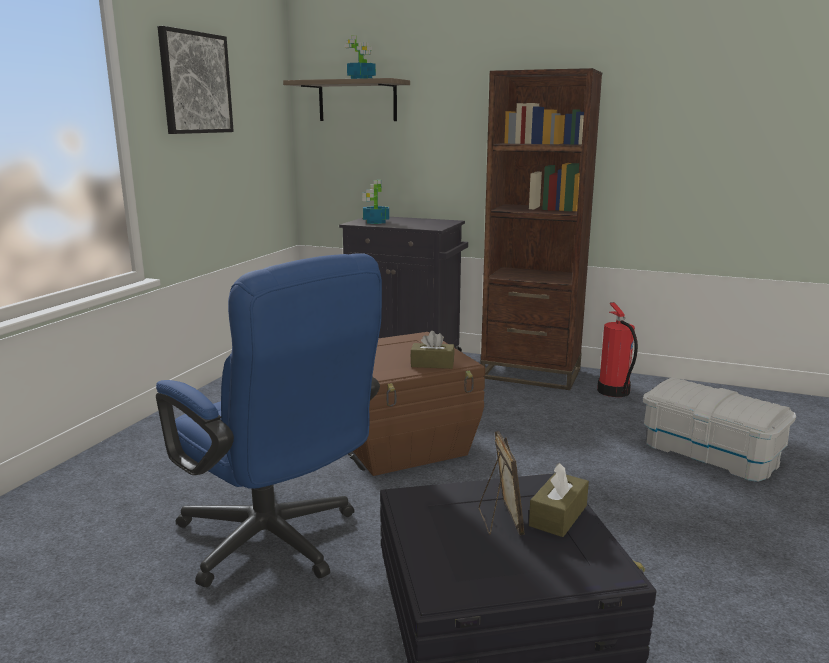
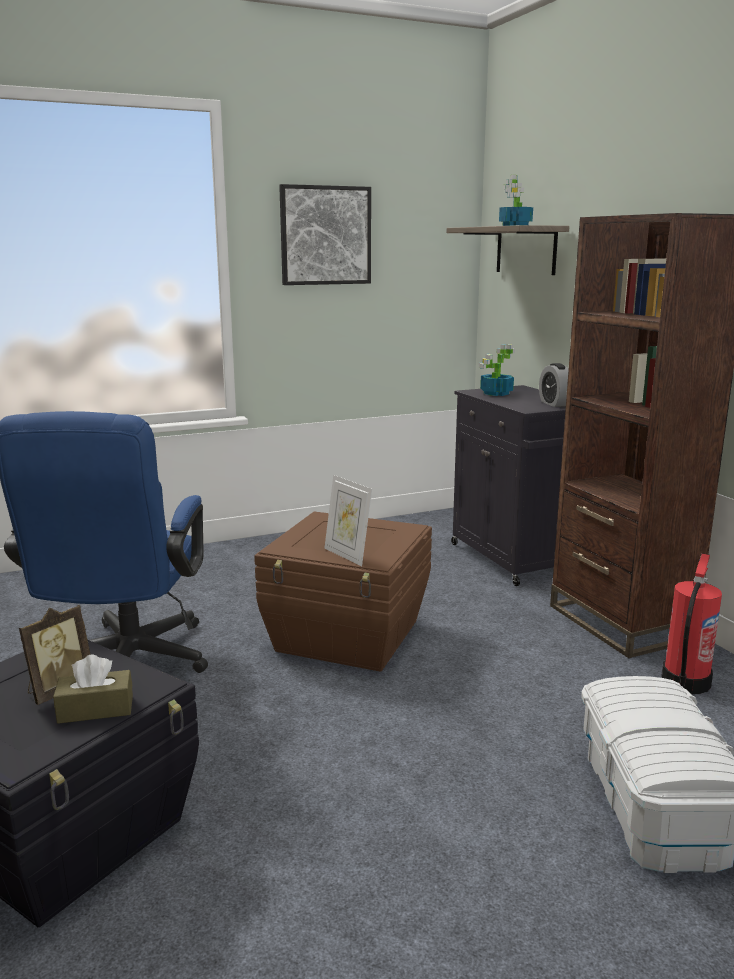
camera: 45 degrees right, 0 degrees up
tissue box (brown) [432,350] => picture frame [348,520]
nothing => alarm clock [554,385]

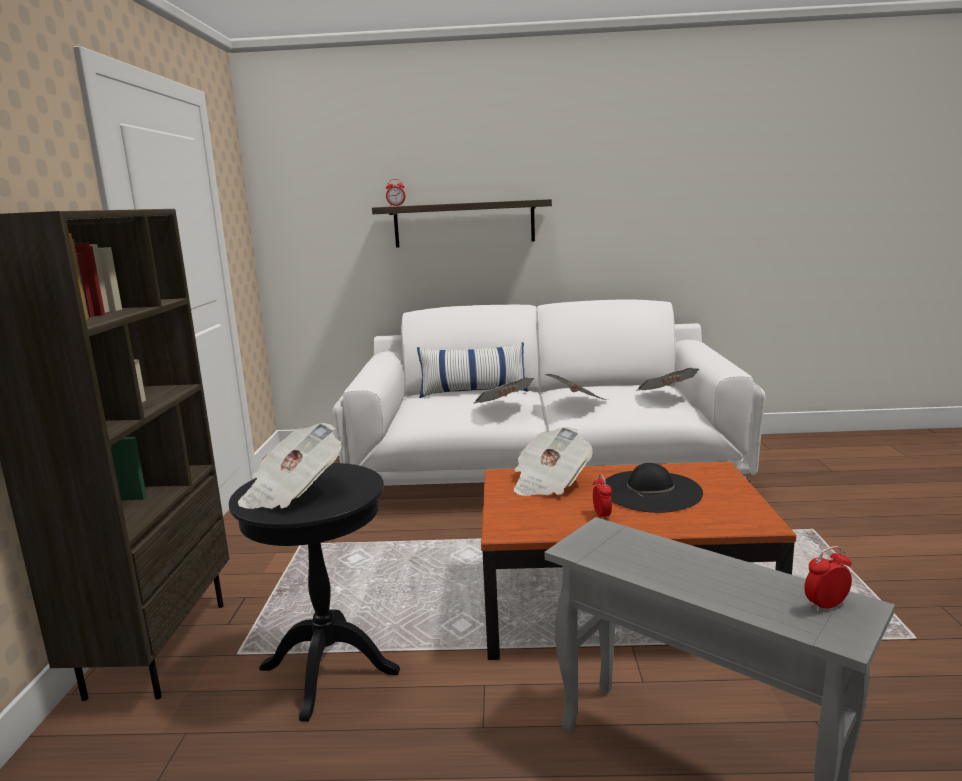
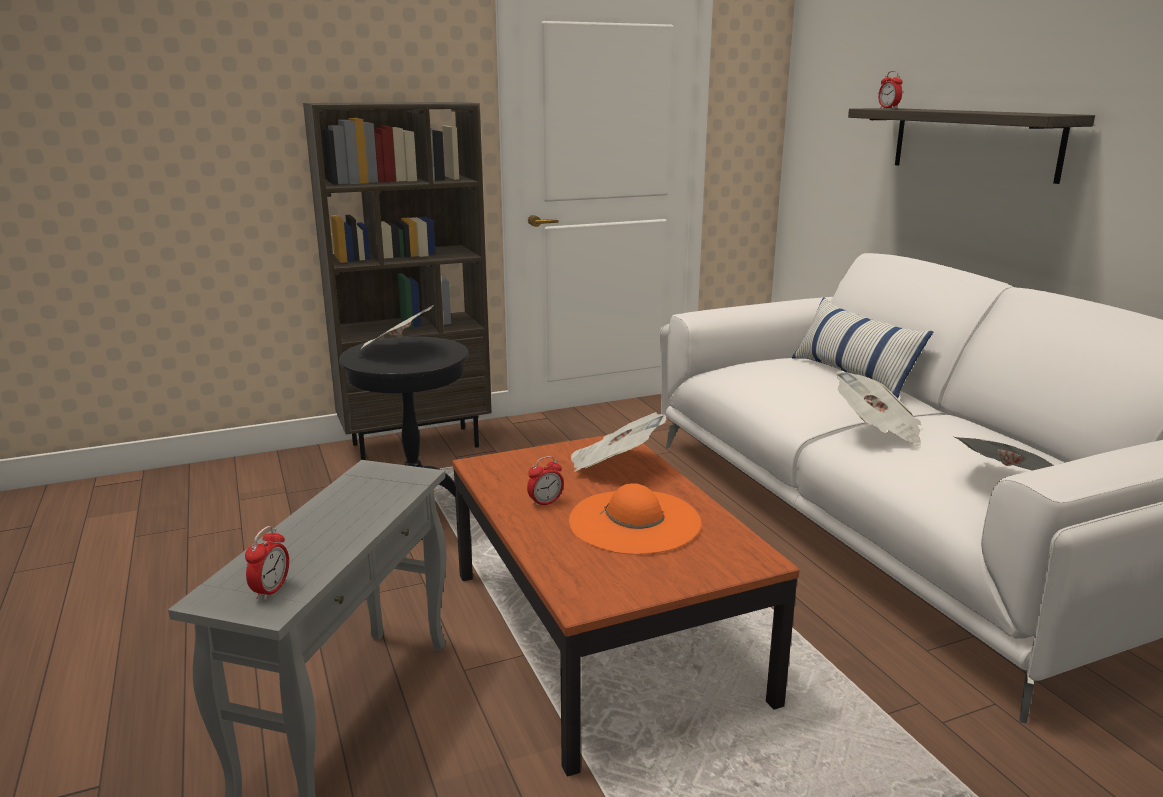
camera: 65 degrees right, 5 degrees up
alarm clock [828,579] => alarm clock [267,563], 60 degrees clockwise
hat (black) [651,488] => hat (orange) [635,518]
newspaper [504,390] => nothing

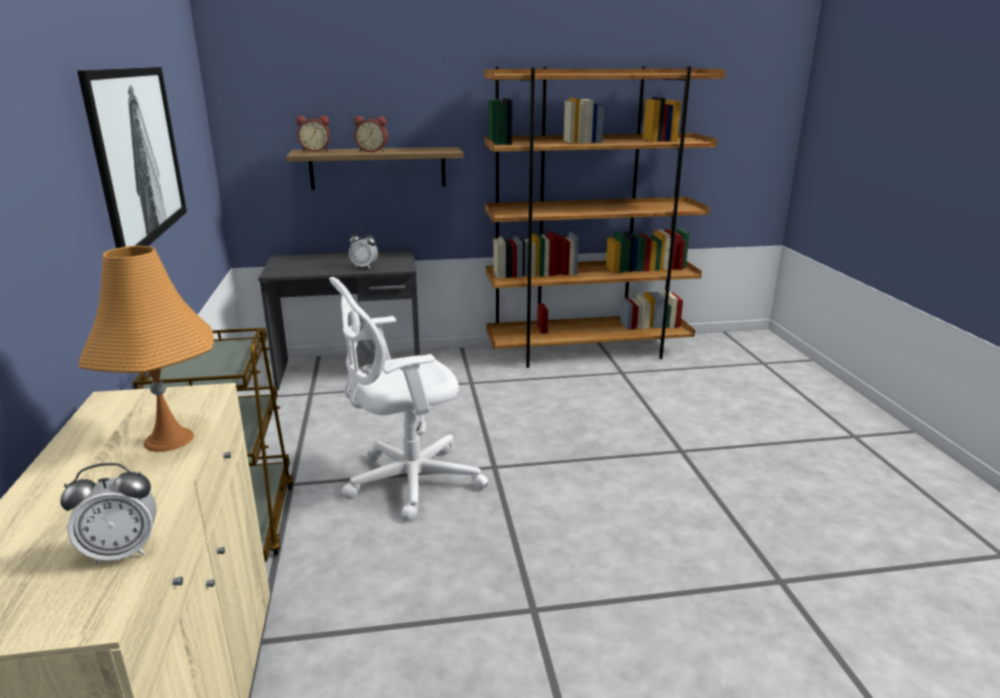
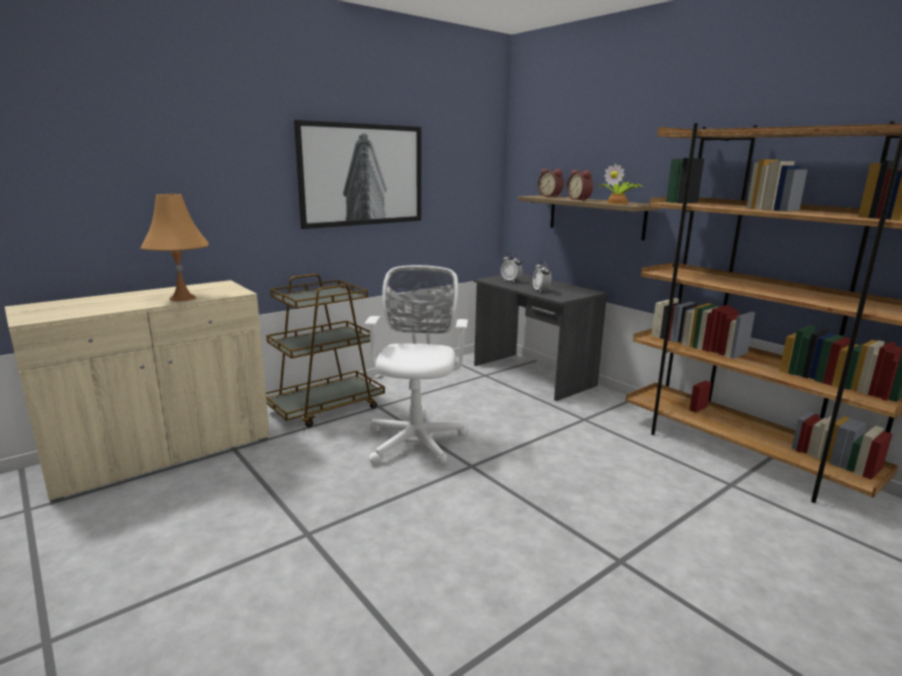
camera: 60 degrees right, 5 degrees down
office chair (white) [408,398] => office chair (white) [416,365], 60 degrees clockwise
alarm clock [108,514] => alarm clock [512,267], move
nothing => potted plant [620,183]

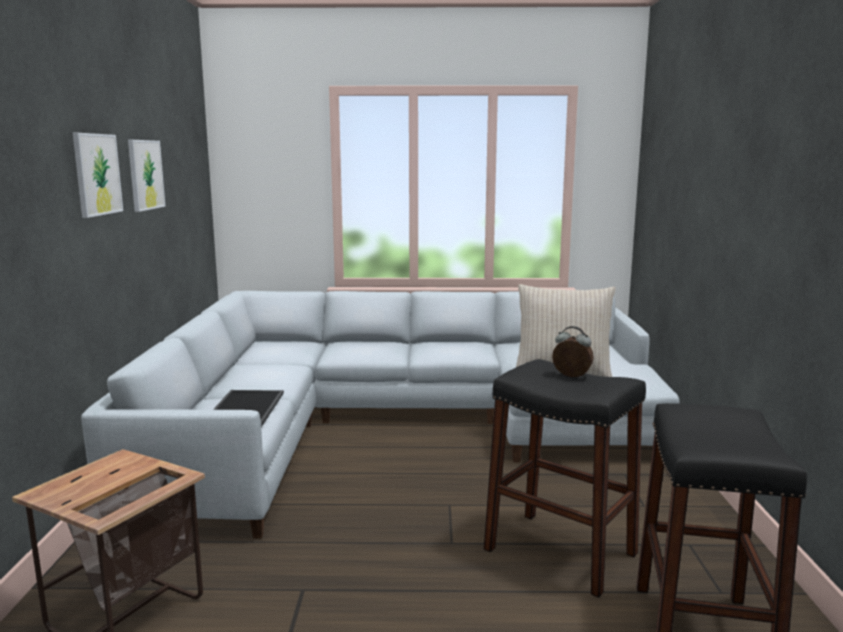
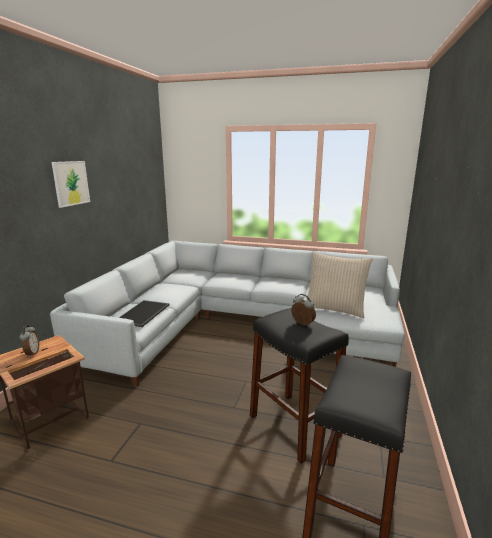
camera: 15 degrees right, 5 degrees up
nothing => alarm clock [29,341]
picture [147,176] => nothing

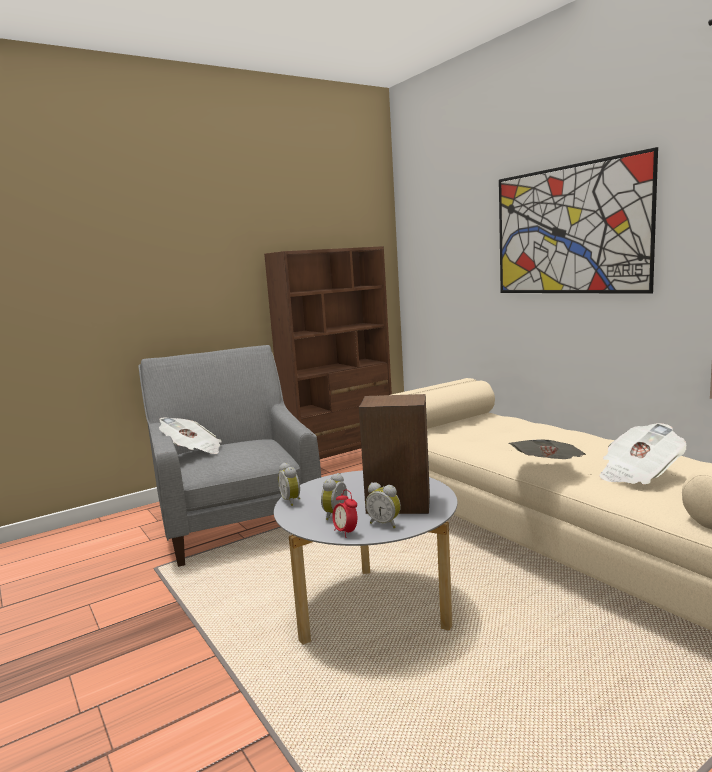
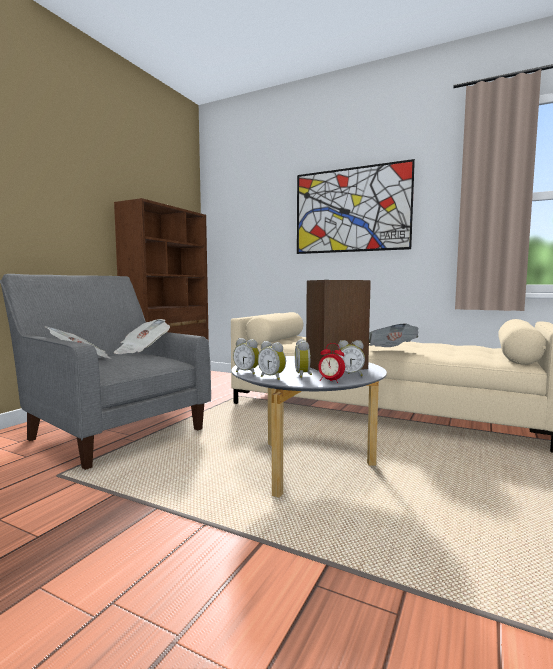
camera: 30 degrees left, 5 degrees down
newspaper [643,453] => newspaper [142,336], move
nothing => alarm clock [272,360]

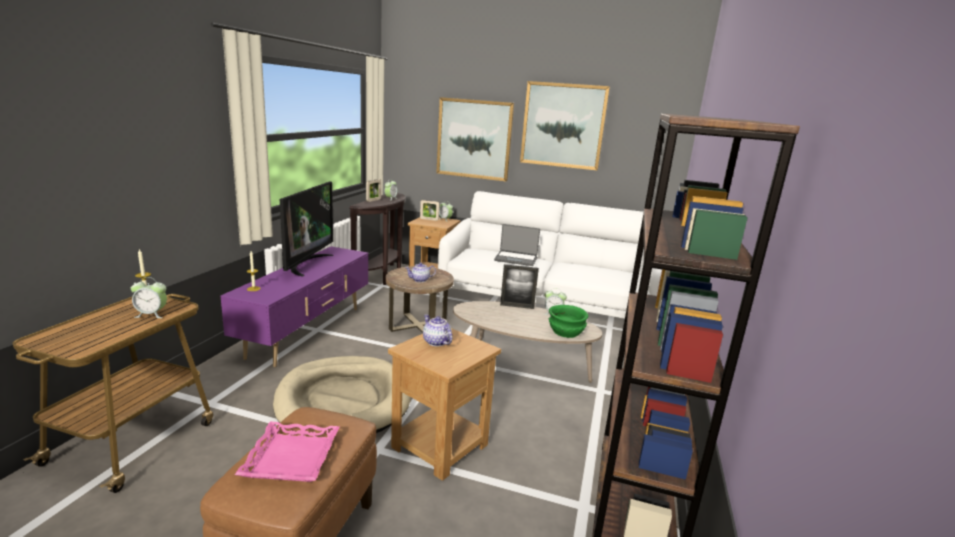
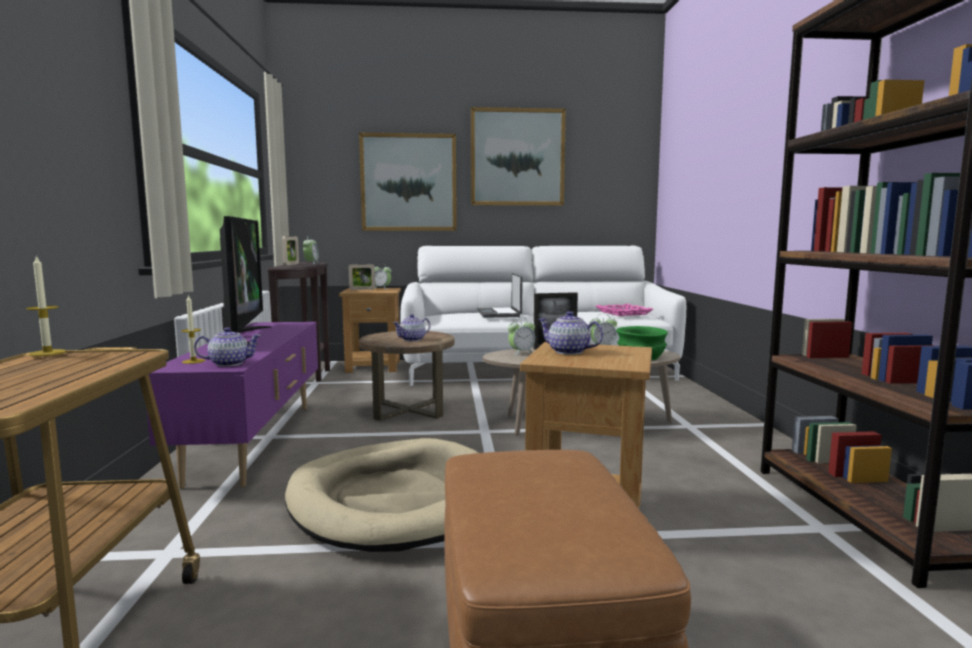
camera: 20 degrees left, 10 degrees down
nothing => teapot [227,347]
laptop [517,245] => laptop [500,295], 90 degrees clockwise
alarm clock [149,297] => alarm clock [521,336], move
tray (pink) [287,452] => tray (pink) [624,310], move

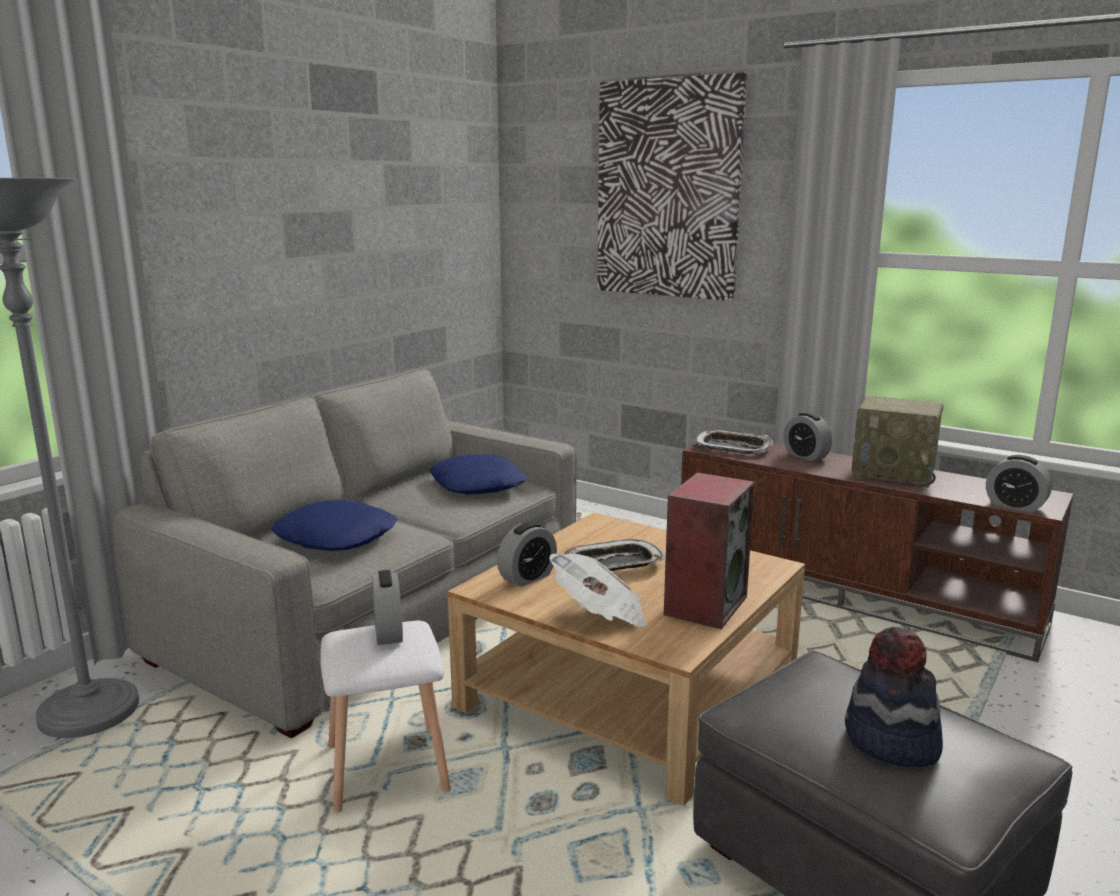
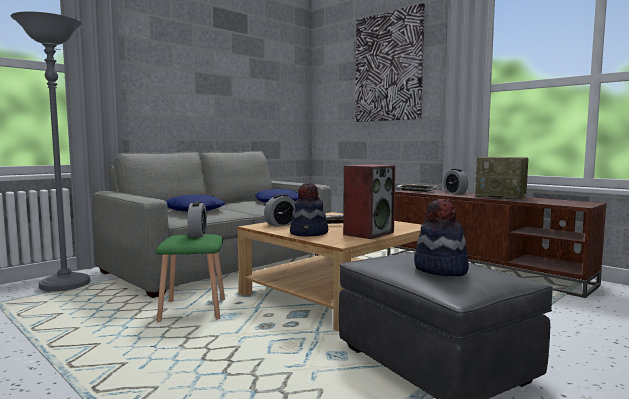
camera: 10 degrees right, 10 degrees down
stool (white) [385,717] => stool (green) [190,278]
newspaper [598,590] => hat [309,210]
alarm clock [1019,484] => nothing

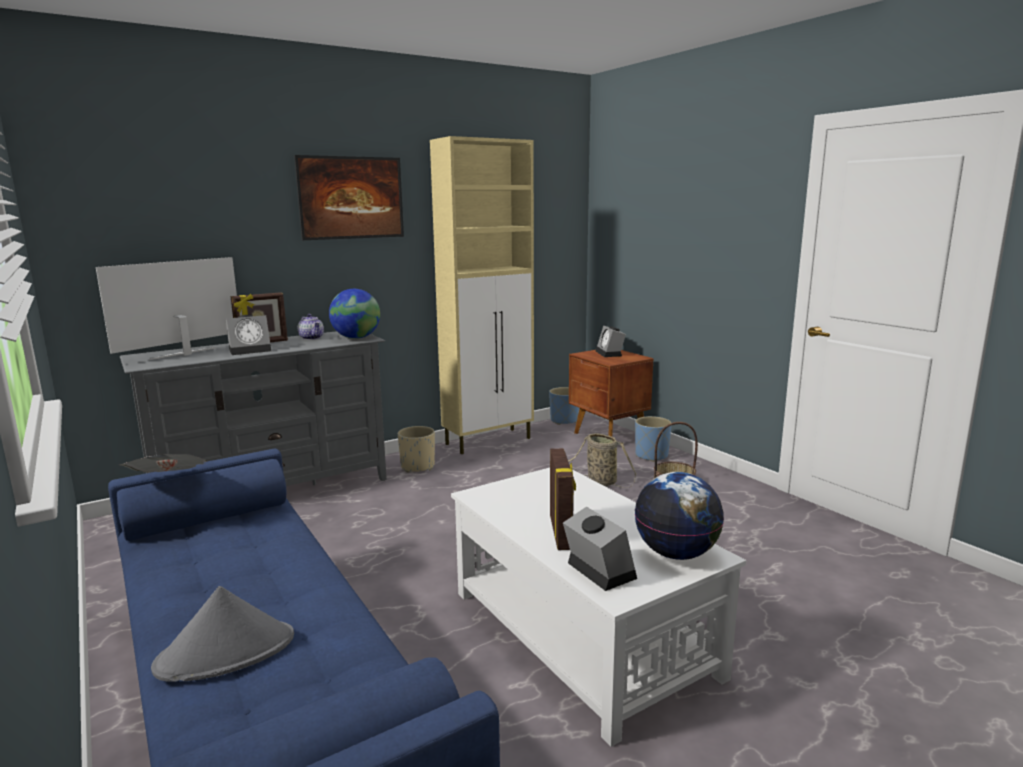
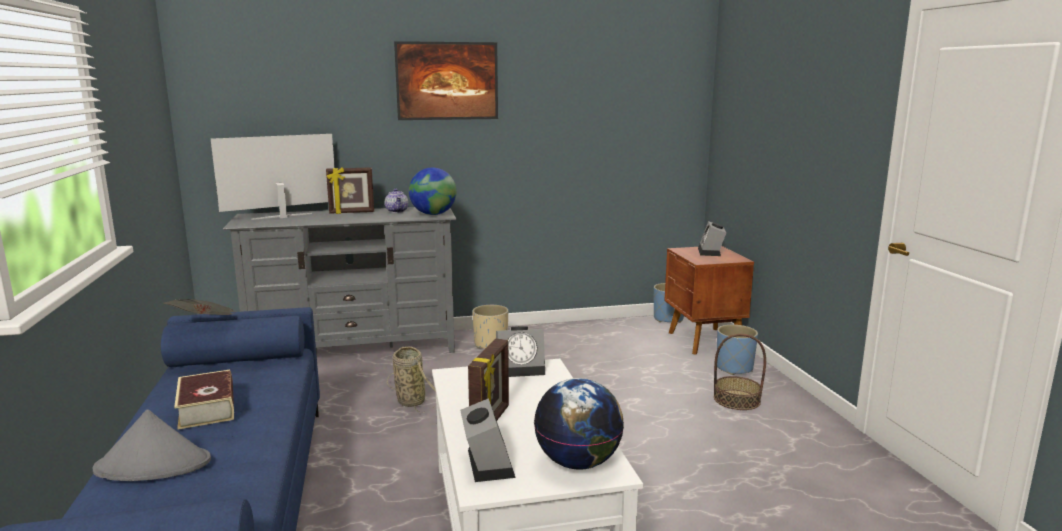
camera: 20 degrees right, 0 degrees up
nothing => book [204,399]
basket [602,460] => basket [411,379], move
alarm clock [248,335] => alarm clock [520,351], move
cabinet (beige) [482,295] => nothing

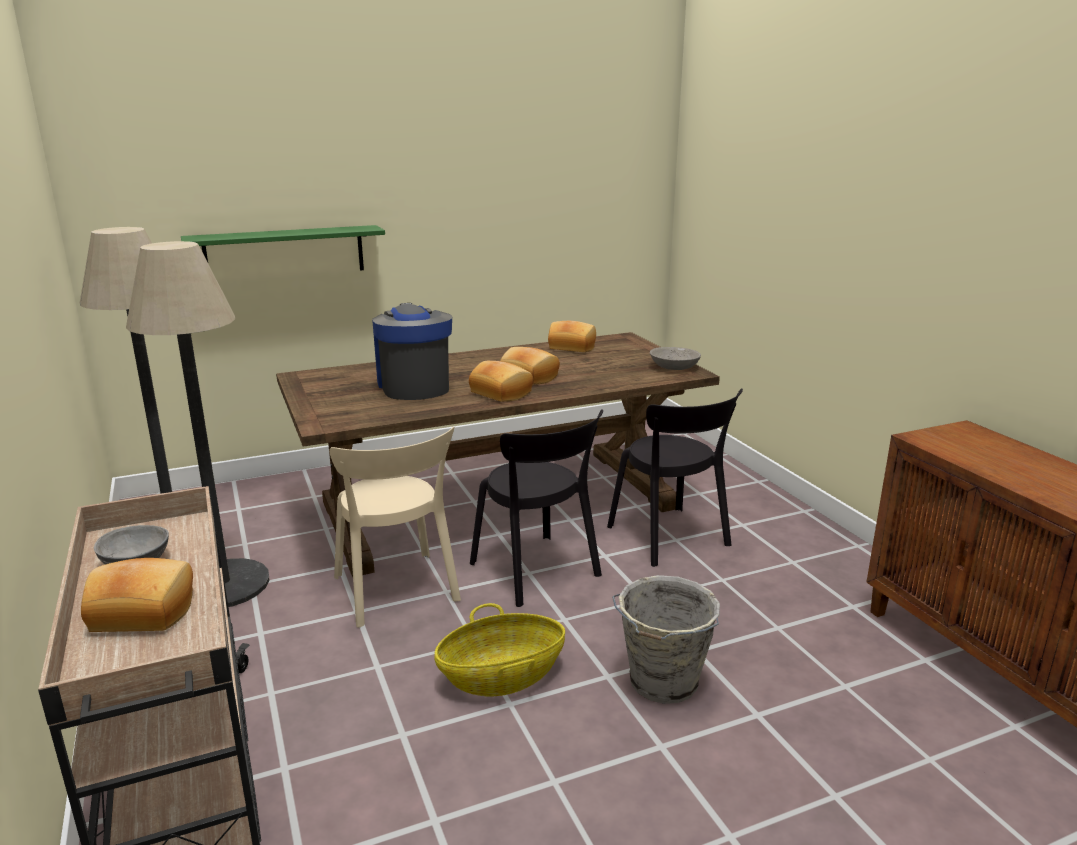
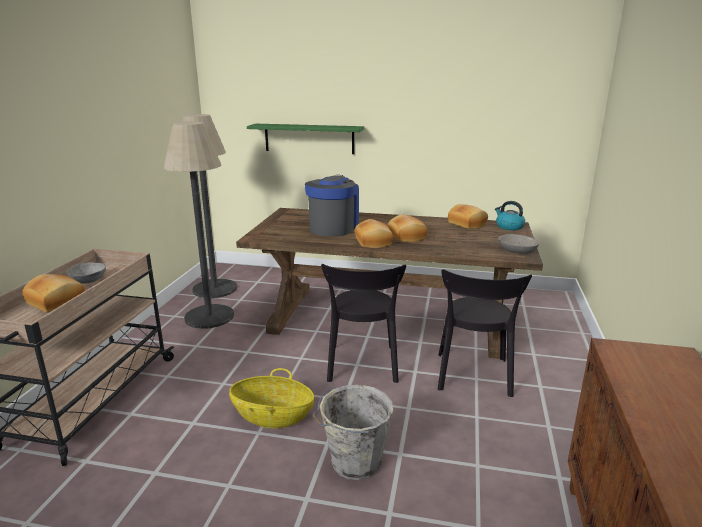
camera: 35 degrees right, 0 degrees up
nothing => kettle [510,215]
chair (beige) [395,527] => nothing

